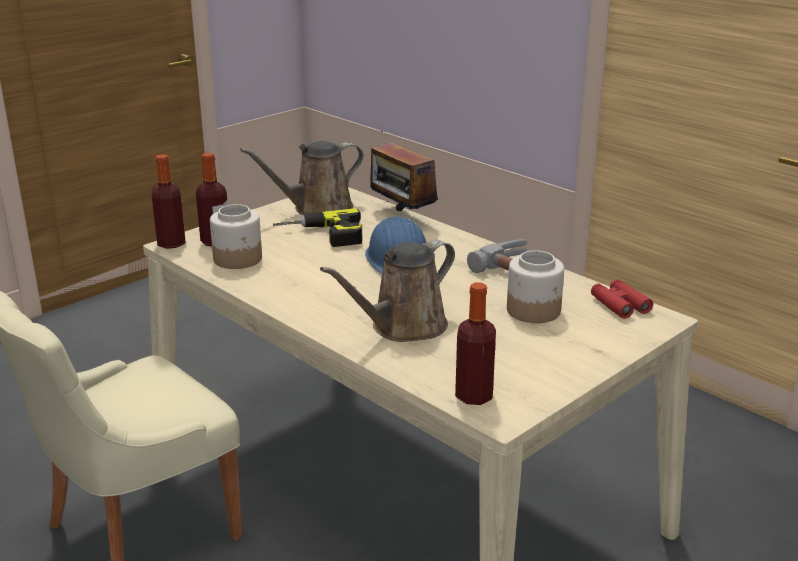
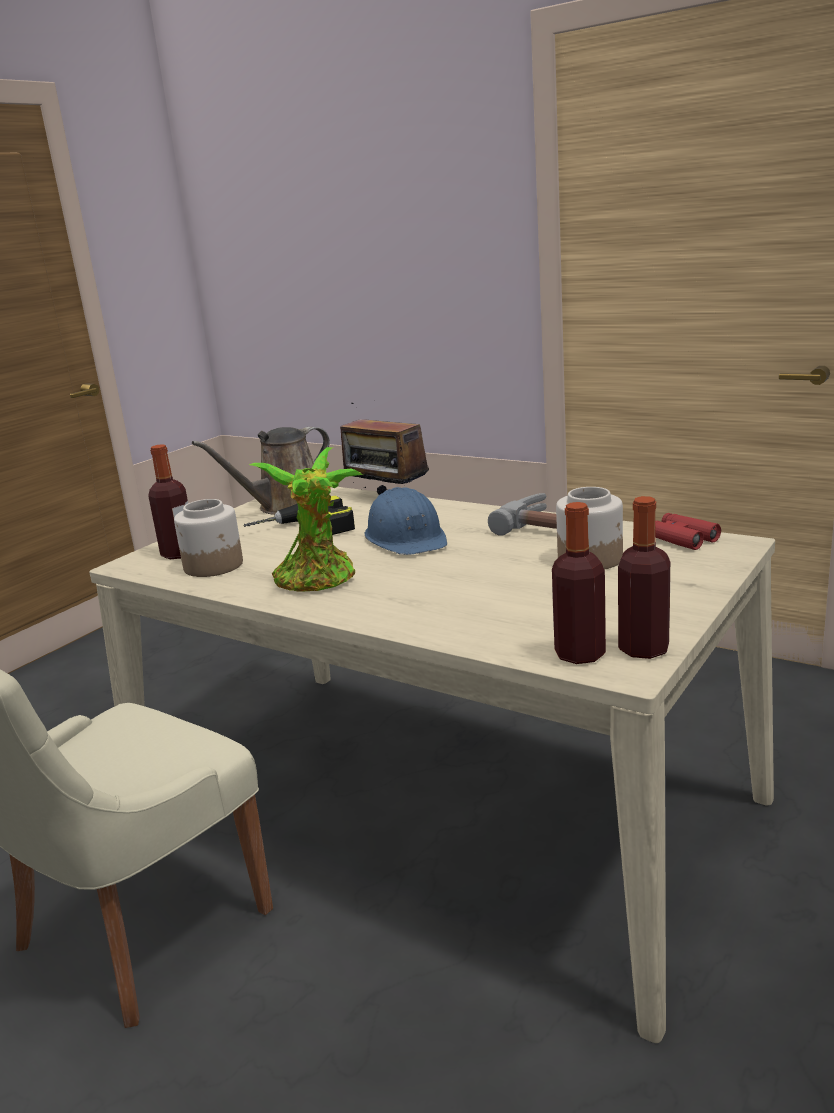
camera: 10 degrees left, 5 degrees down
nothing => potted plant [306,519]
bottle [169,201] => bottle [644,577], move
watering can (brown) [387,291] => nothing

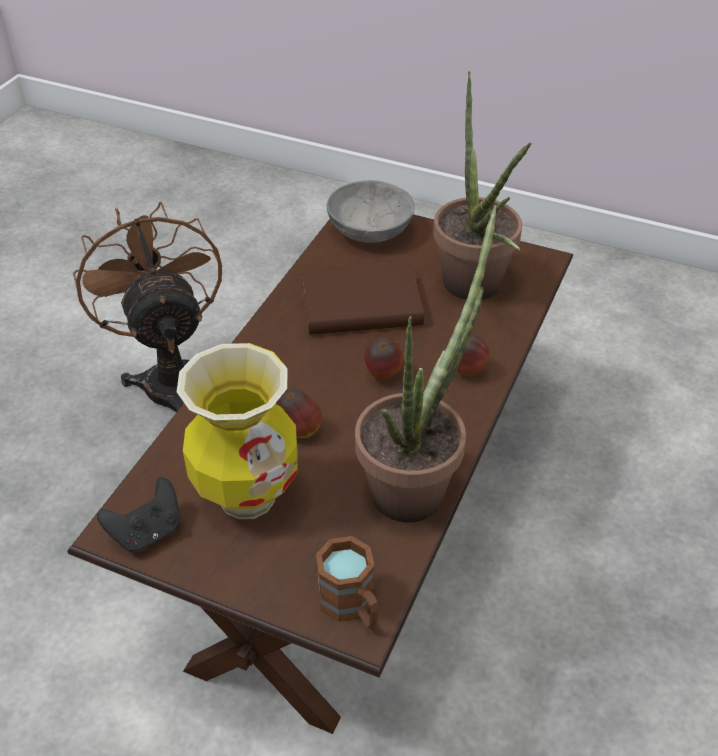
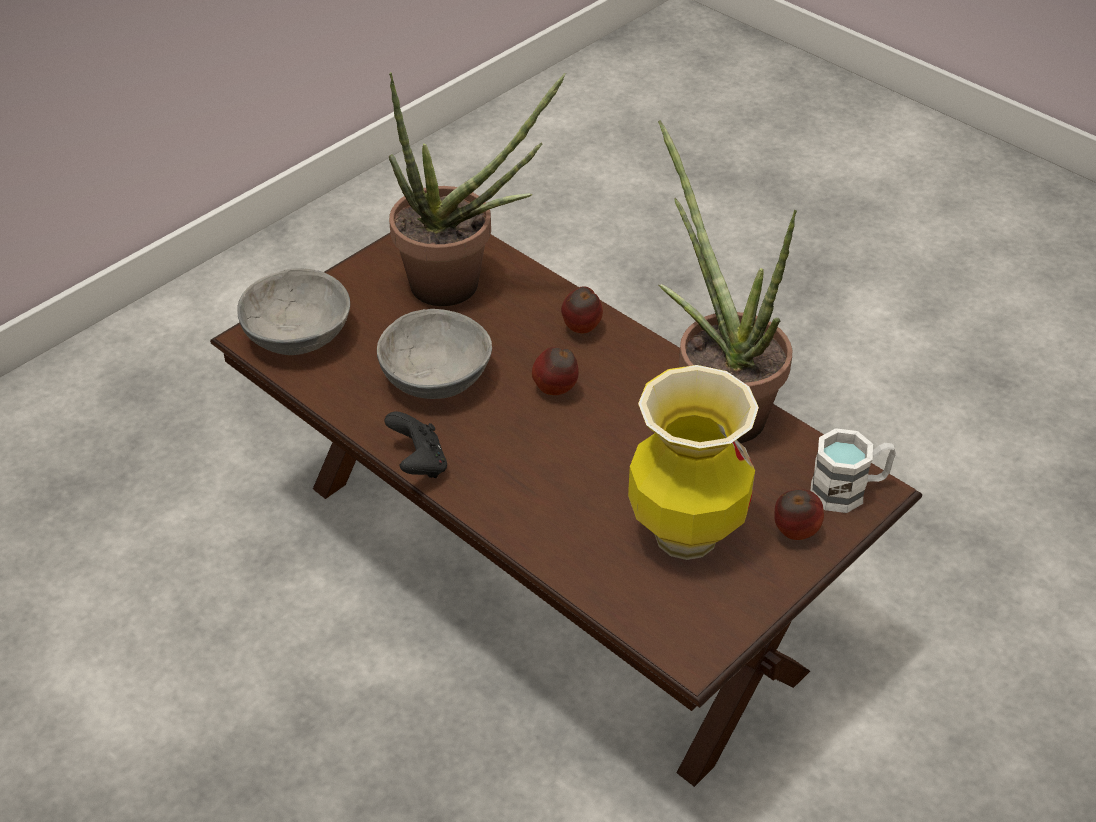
camera: 70 degrees left, 0 degrees up
book (brown) [363,299] => bowl (grey) [434,354]
game controller (black) [138,514] => game controller (black) [415,444], move
apple [299,413] => apple [799,514], move
mug (brown) [347,582] => mug (white) [853,470]
fan (brown) [147,307] => nothing

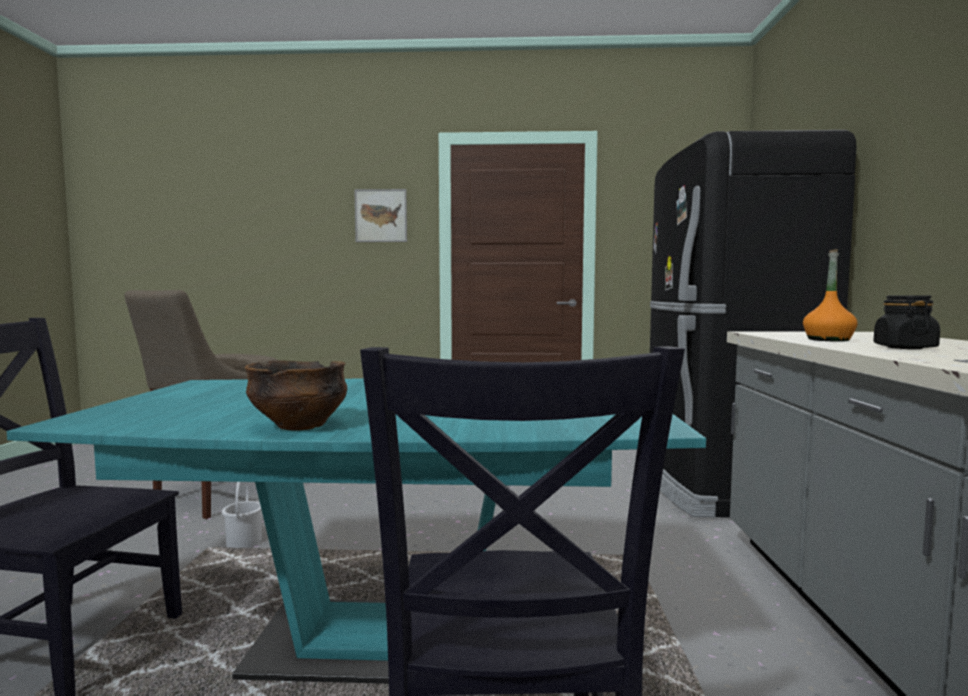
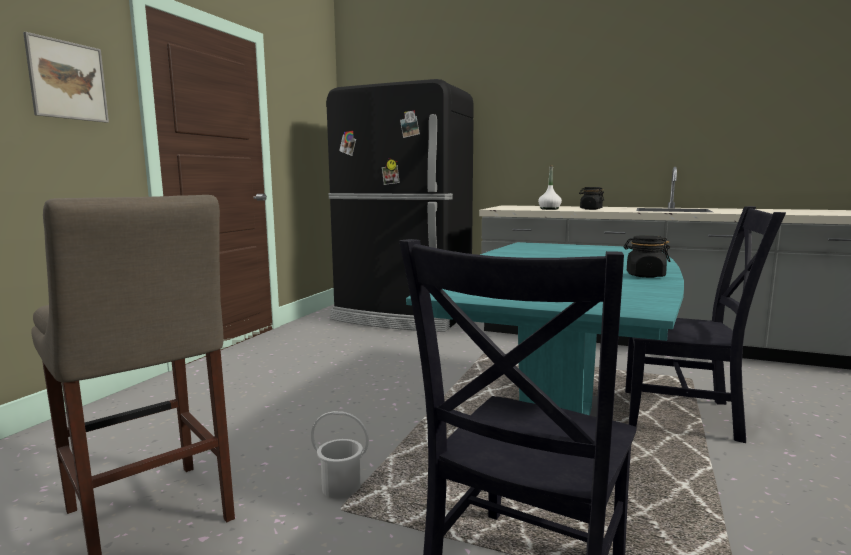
camera: 70 degrees left, 5 degrees up
bottle (orange) [830,295] => bottle (white) [550,187]
bowl [296,396] => jar (black) [647,256]

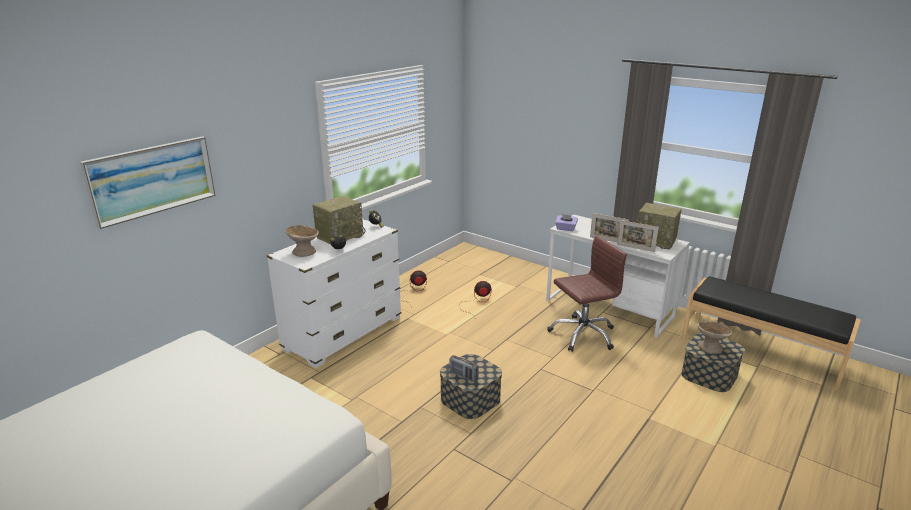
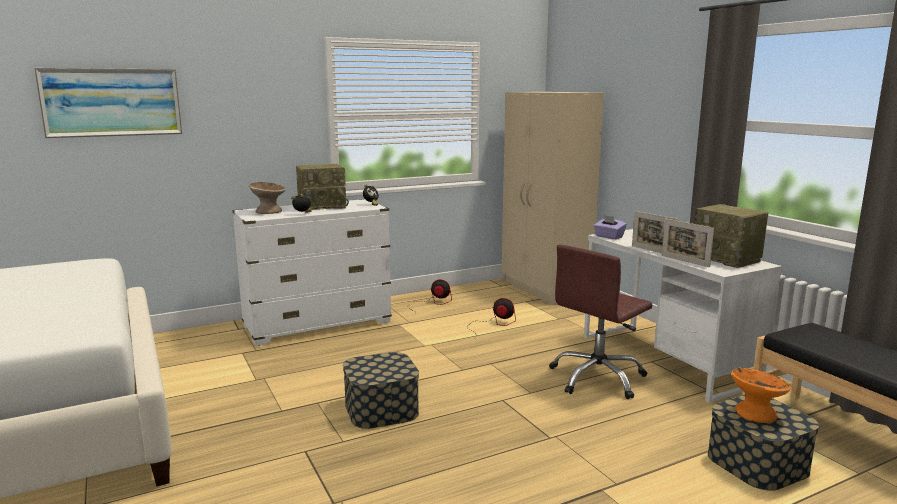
camera: 25 degrees right, 10 degrees down
nothing => wardrobe (beige) [553,199]
office chair (brown) [587,294] => office chair (brown) [601,322], 135 degrees clockwise
bowl (beige) [714,337] => bowl (orange) [761,395]
radio [464,368] => nothing

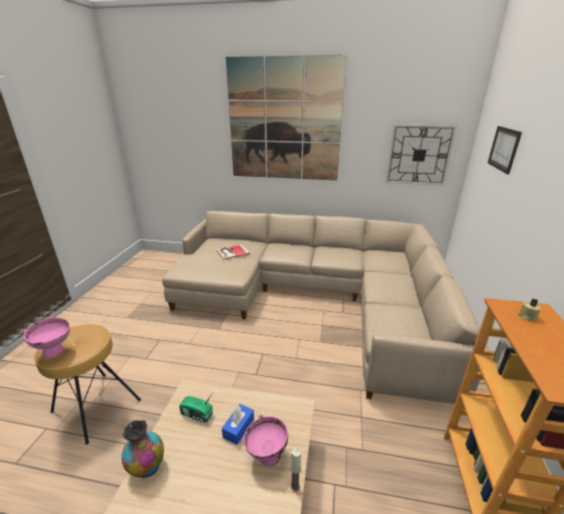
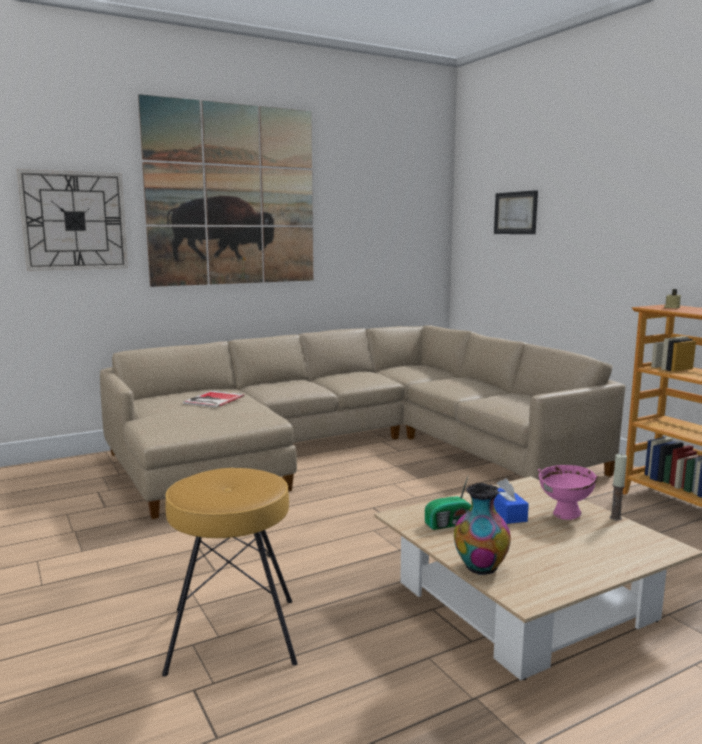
camera: 40 degrees left, 15 degrees down
wall clock [421,154] => wall clock [72,220], move
bowl (pink) [46,336] => nothing

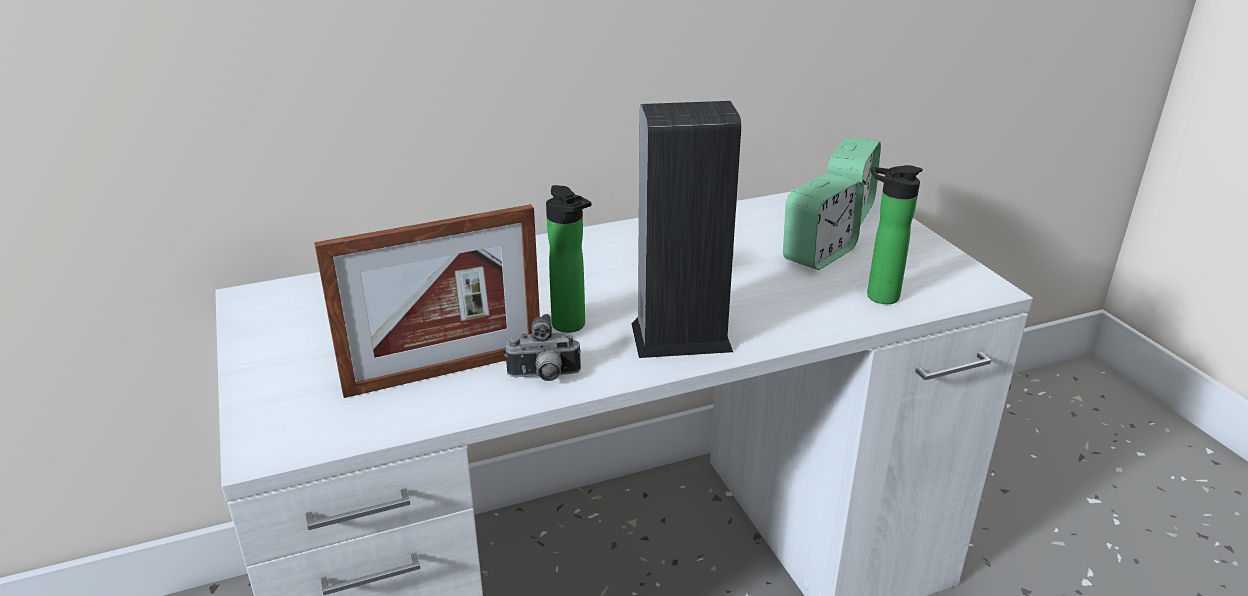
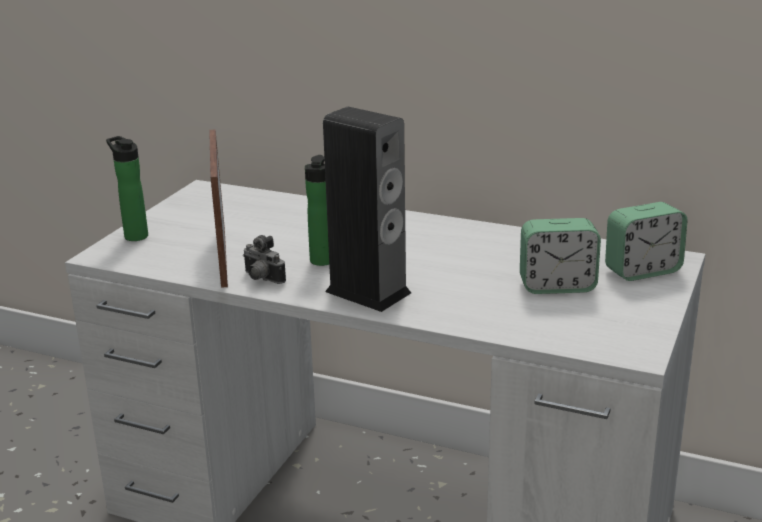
camera: 45 degrees right, 5 degrees down
bottle [895,234] => bottle [127,188], move
picture frame [427,301] => picture frame [218,209], 60 degrees clockwise

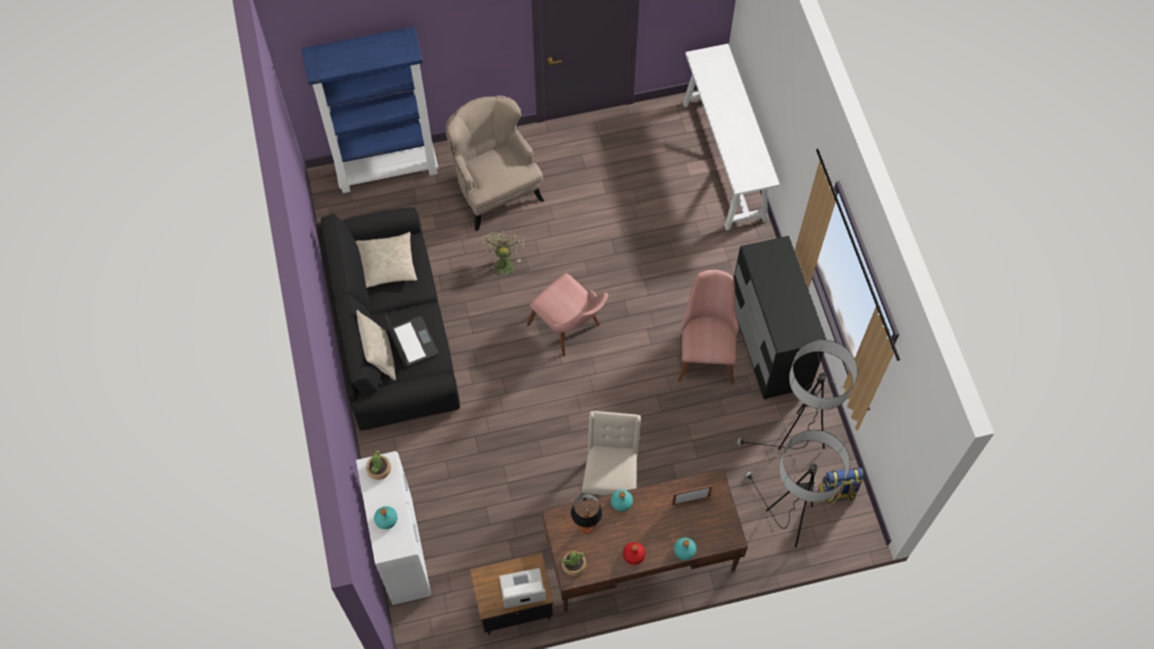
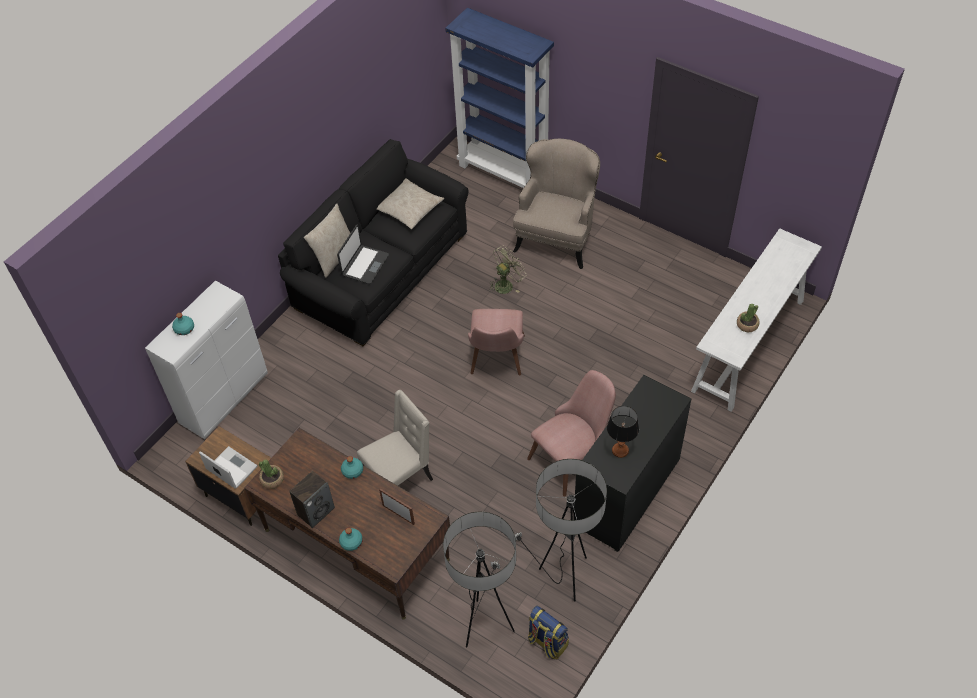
camera: 50 degrees right, 10 degrees down
bottle (red) [634,553] => speaker [312,499]
table lamp [586,513] => table lamp [623,432], move
potted plant [378,465] => potted plant [748,318], move

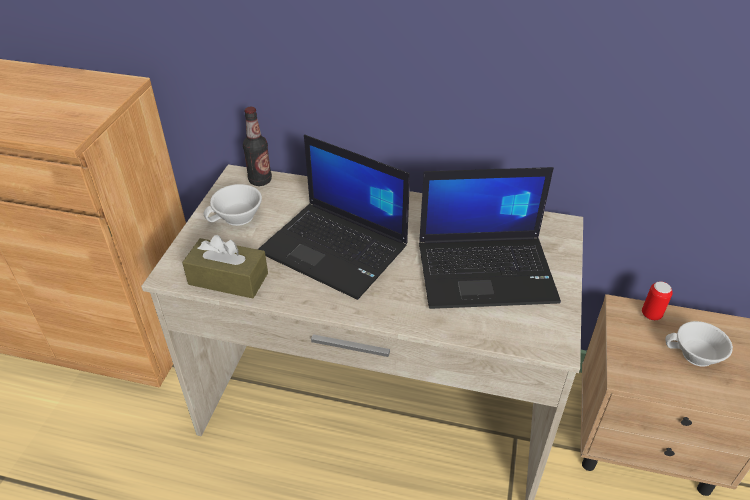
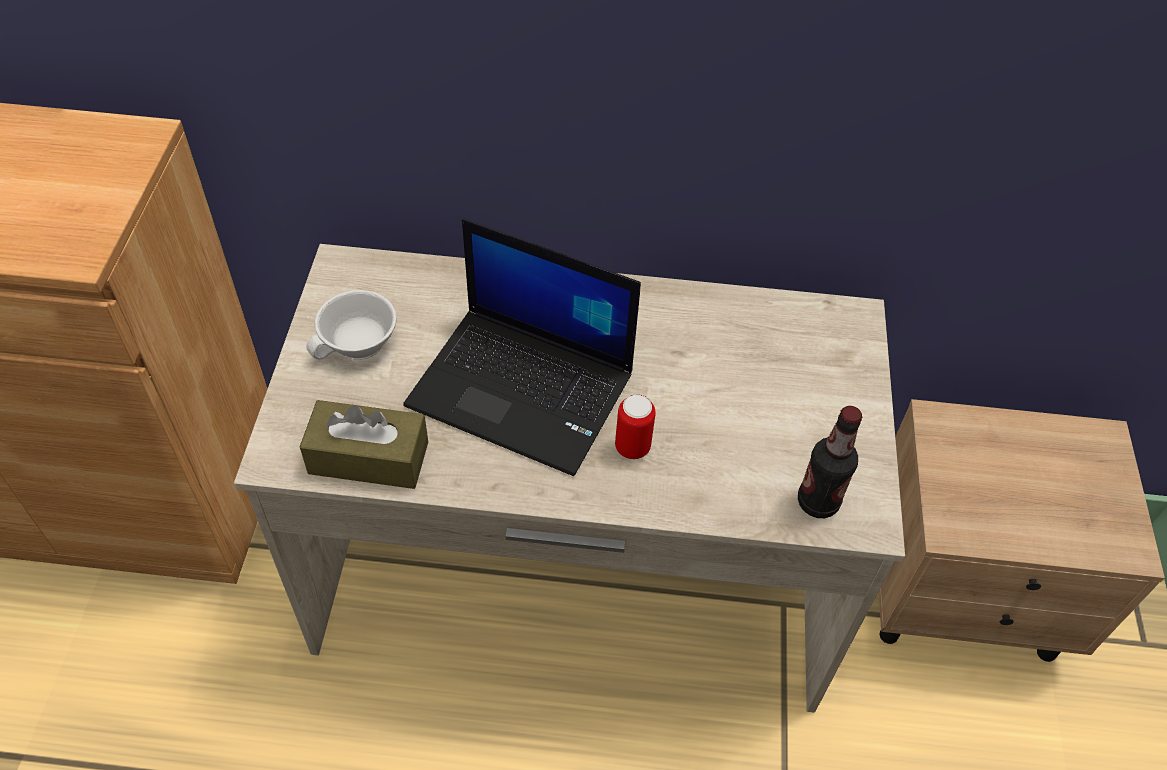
camera: 10 degrees left, 10 degrees up
can [657,301] => can [635,427], move
bottle [257,146] => bottle [830,462], move
laptop [490,238] => nothing
cup (white) [699,344] => nothing

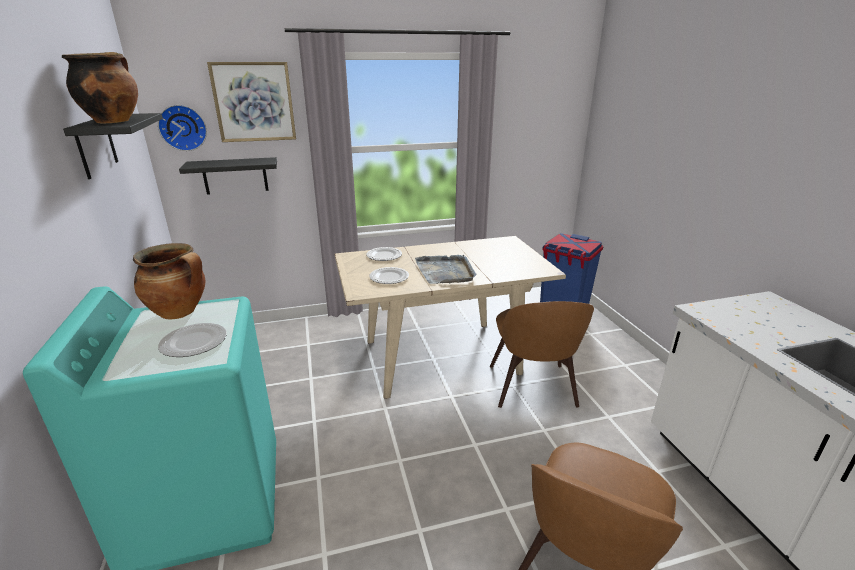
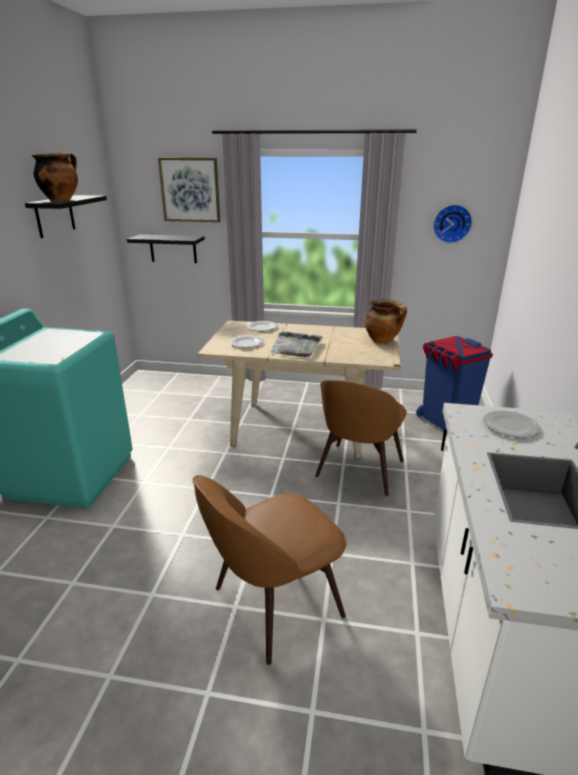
camera: 25 degrees right, 0 degrees up
cooking pot [169,281] => cooking pot [386,321], move
wall clock [182,128] => wall clock [452,223], move
plate [192,340] => plate [511,424], move

